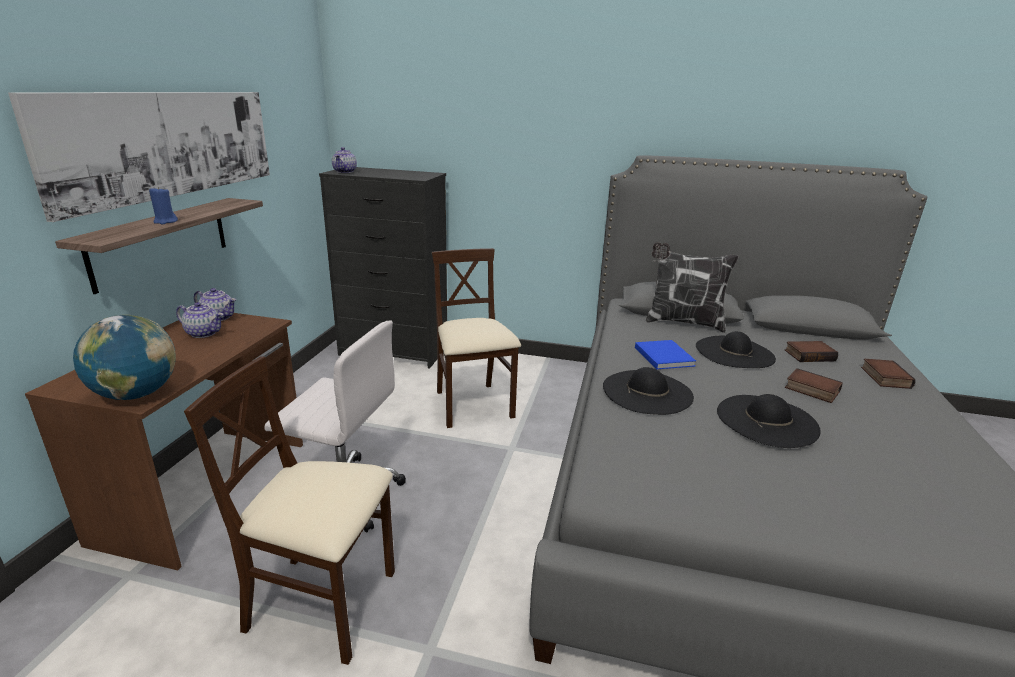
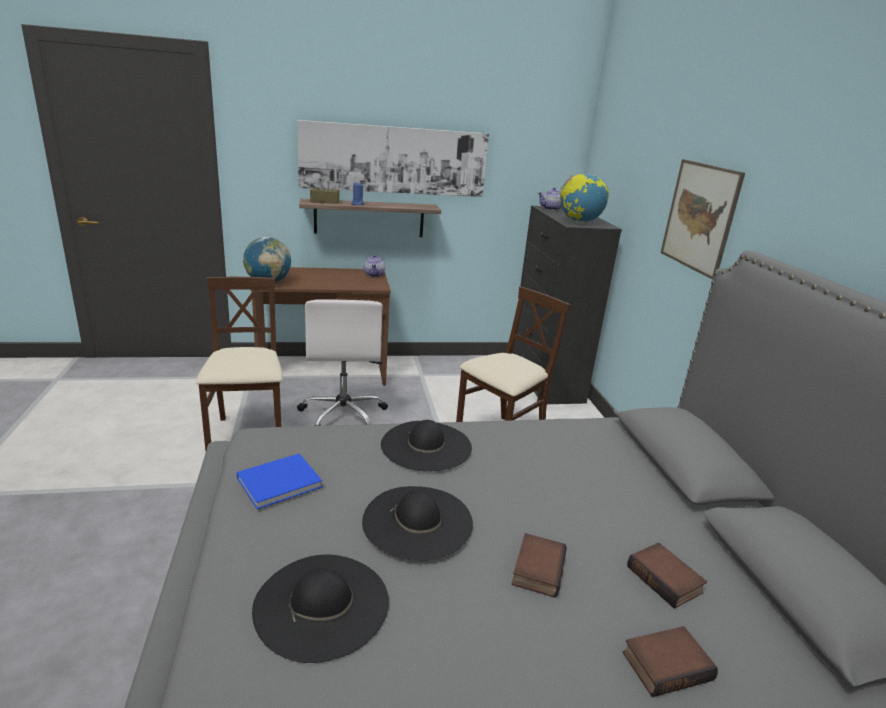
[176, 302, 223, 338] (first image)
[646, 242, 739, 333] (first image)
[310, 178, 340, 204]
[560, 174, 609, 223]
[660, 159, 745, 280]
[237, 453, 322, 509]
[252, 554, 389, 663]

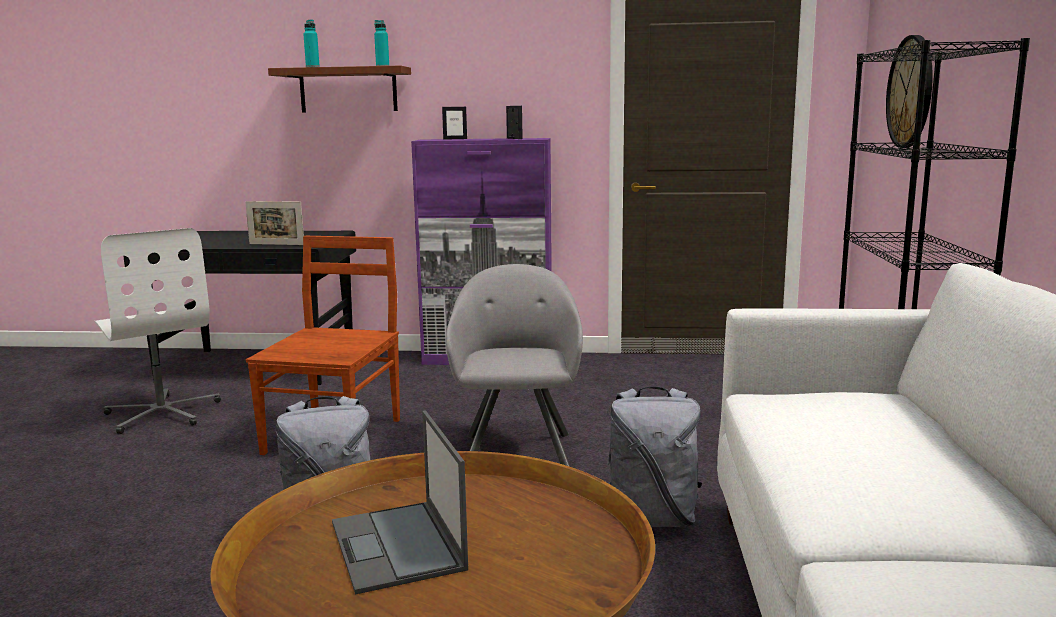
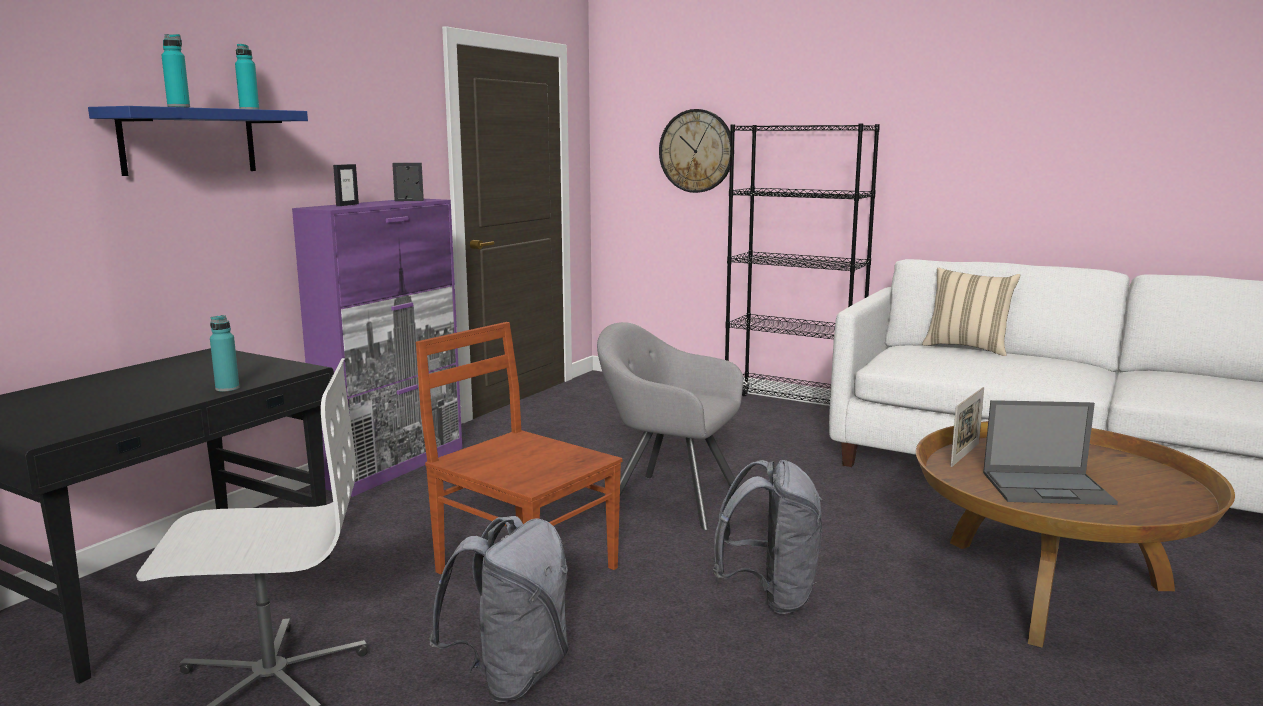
[210, 315, 239, 392]
[922, 268, 1020, 356]
[951, 387, 984, 467]
[429, 516, 569, 702]
[88, 106, 308, 176]

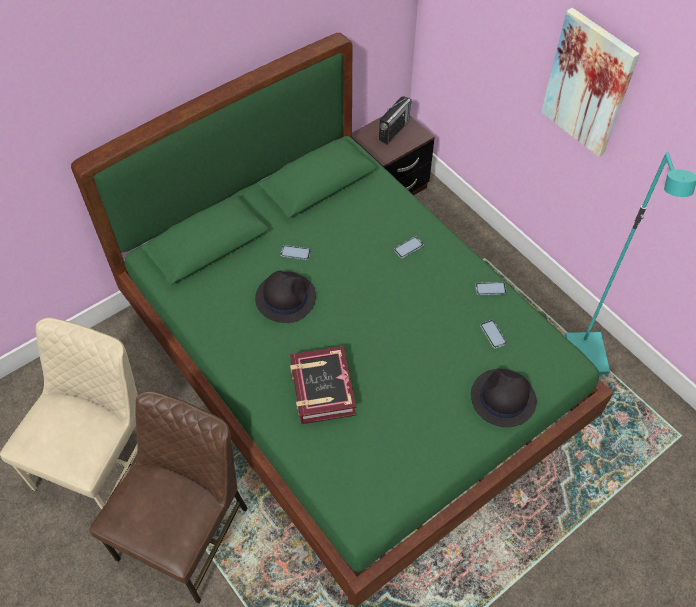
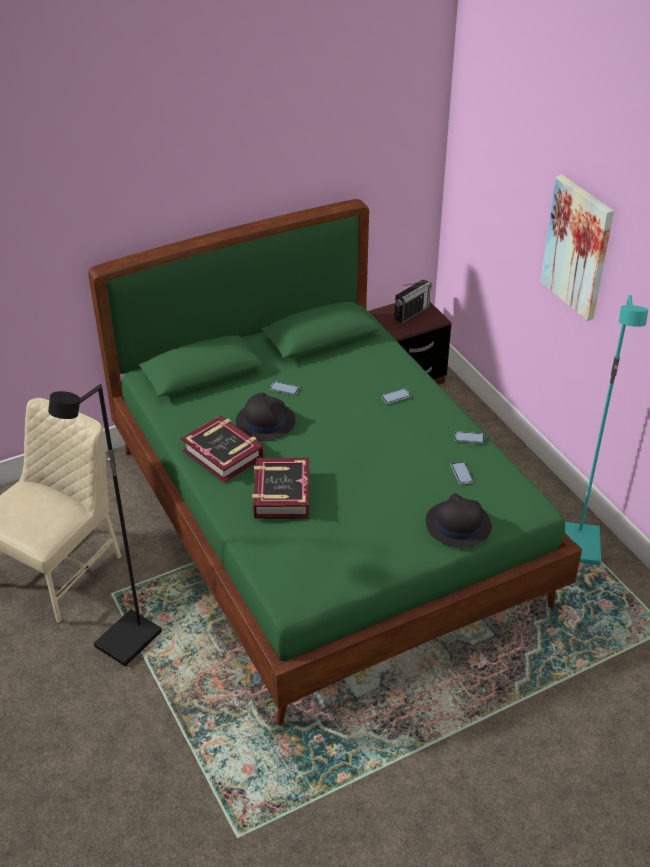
[181, 415, 264, 483]
[48, 384, 162, 666]

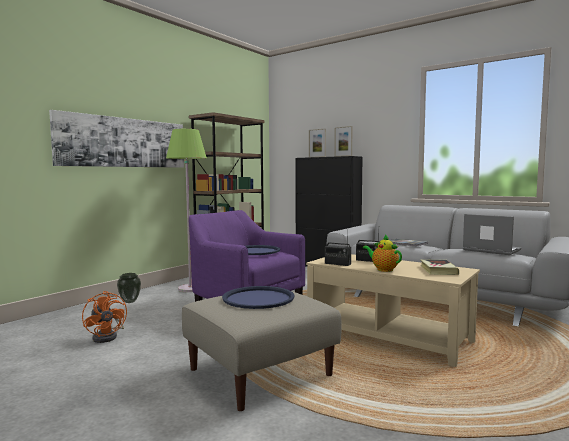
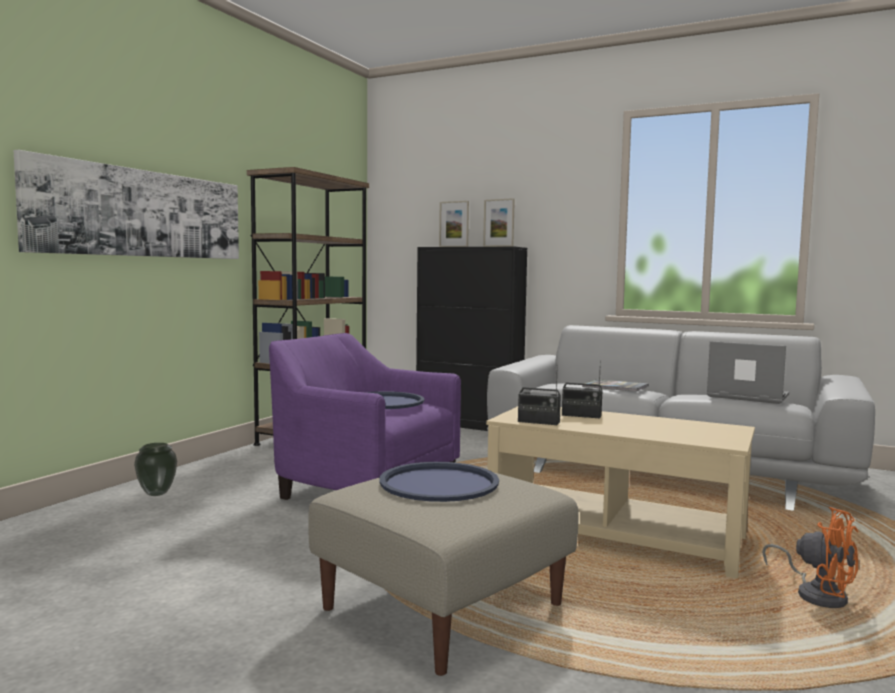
[166, 129, 207, 292] (first image)
[363, 234, 402, 272] (first image)
[420, 259, 459, 275] (first image)
[762, 507, 858, 608]

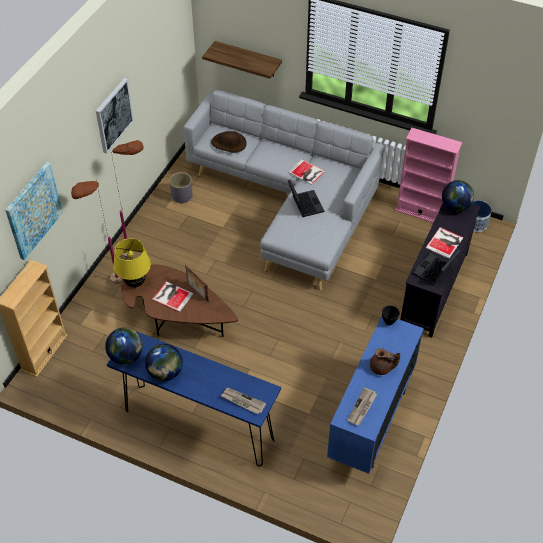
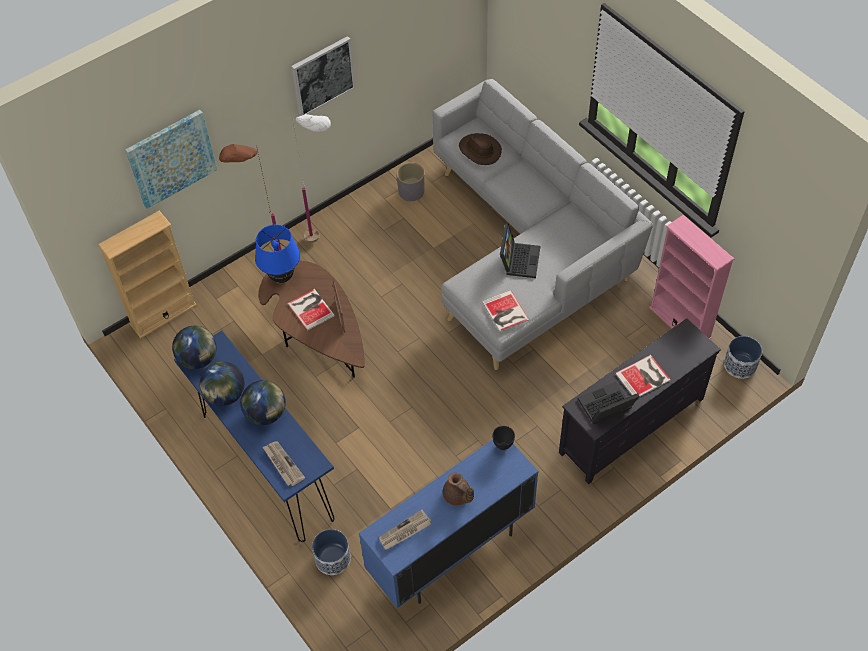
[202, 41, 282, 79] (first image)
[312, 529, 351, 575]
[482, 290, 529, 332]
[240, 380, 286, 425]
[293, 114, 331, 243]
[255, 225, 300, 283]

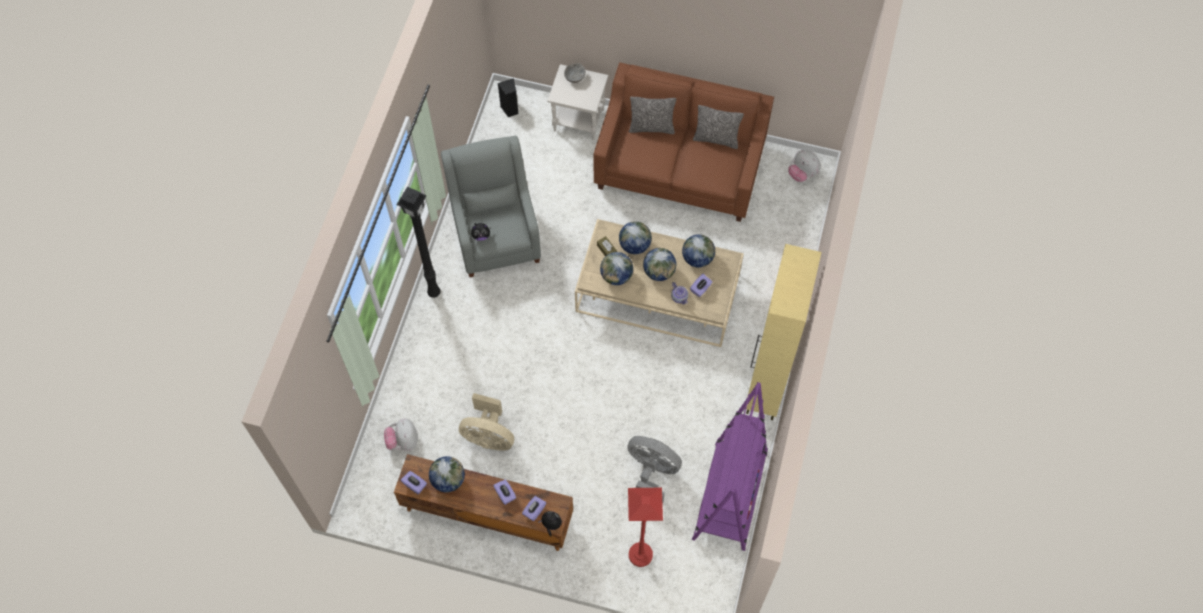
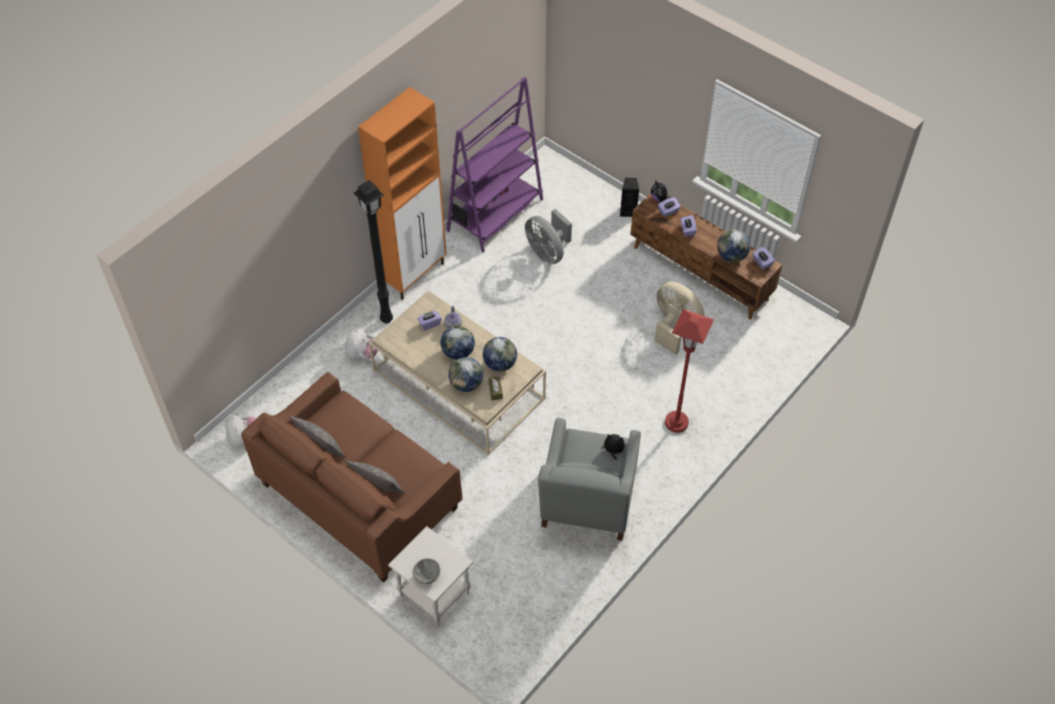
[682, 234, 715, 268] (first image)
[345, 328, 378, 360]
[354, 180, 393, 323]
[620, 178, 639, 217]
[665, 309, 714, 433]
[358, 87, 446, 300]

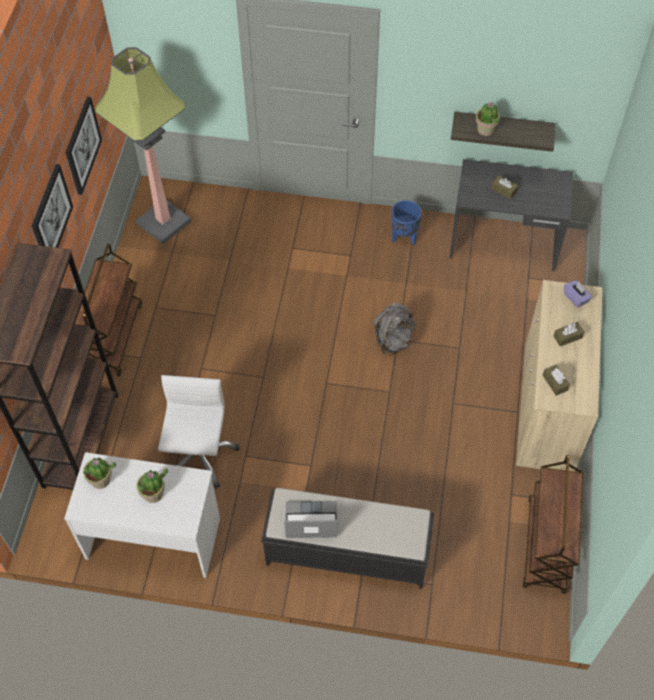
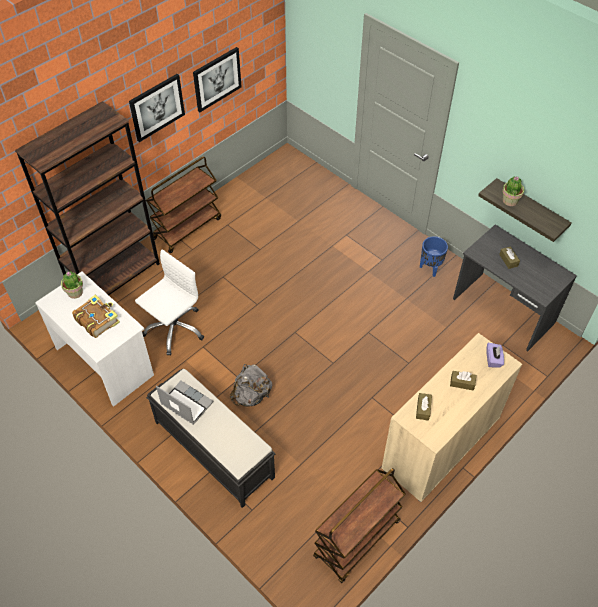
[95, 47, 191, 244] (first image)
[230, 364, 272, 407]
[72, 294, 120, 338]

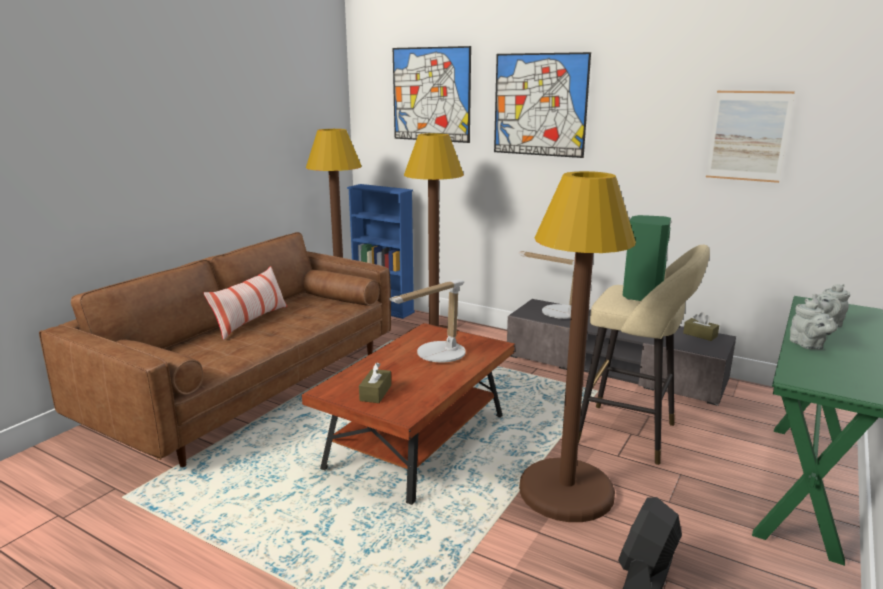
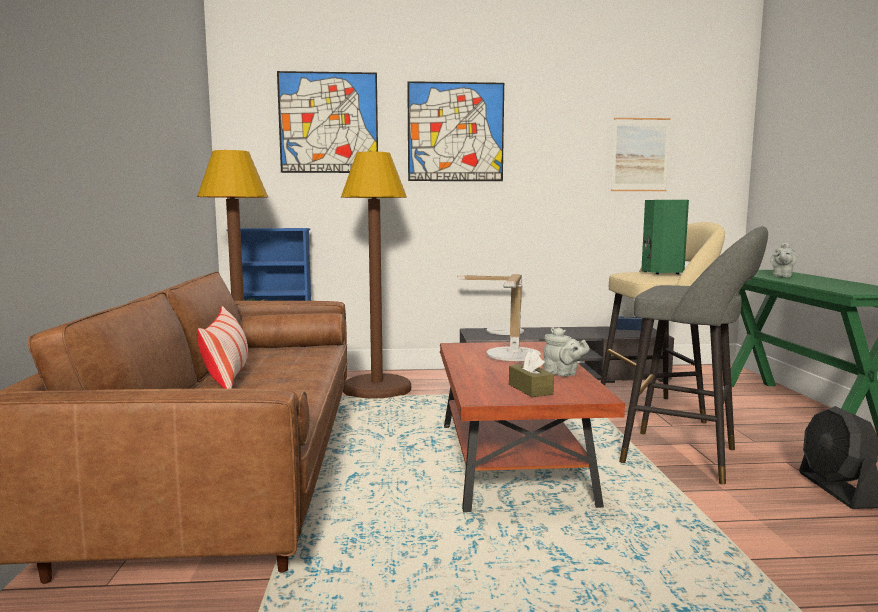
[543, 327, 590, 376]
[619, 226, 768, 484]
[616, 307, 642, 330]

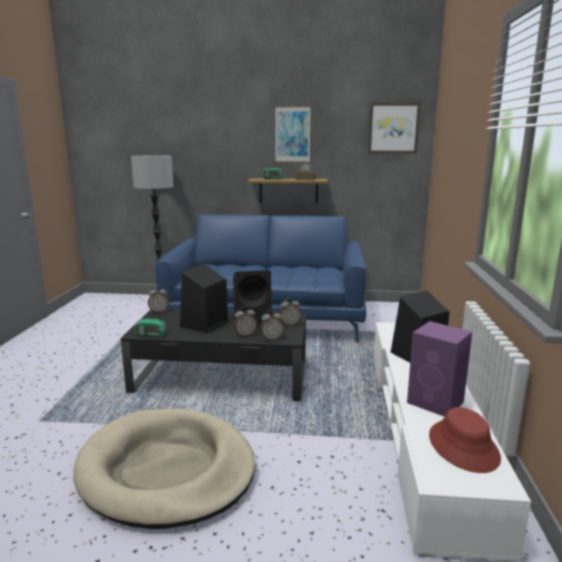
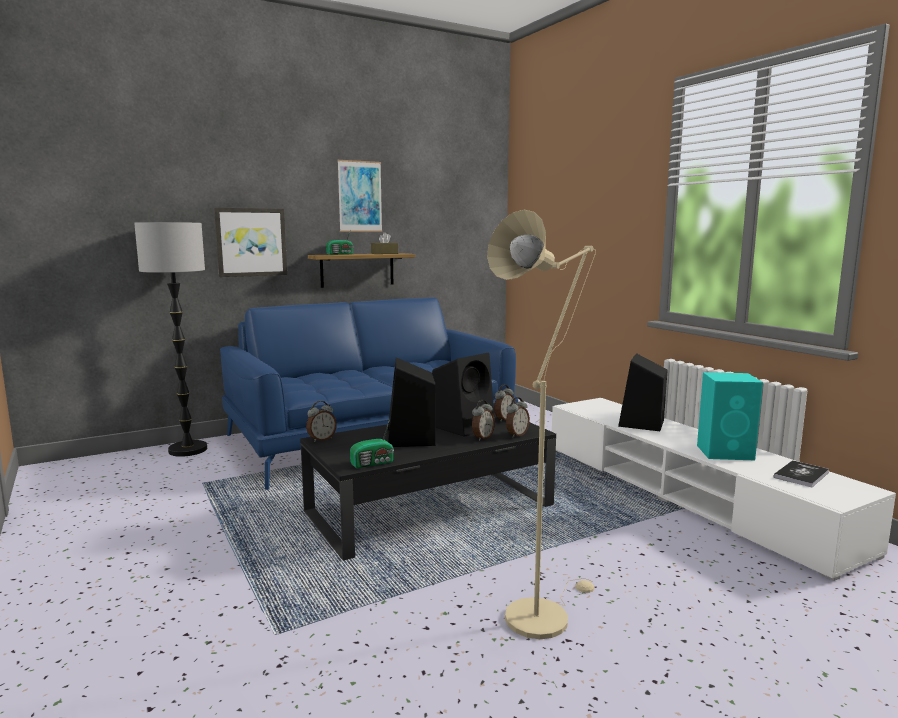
[214, 208, 287, 277]
[487, 210, 596, 639]
[774, 460, 829, 487]
[697, 372, 763, 460]

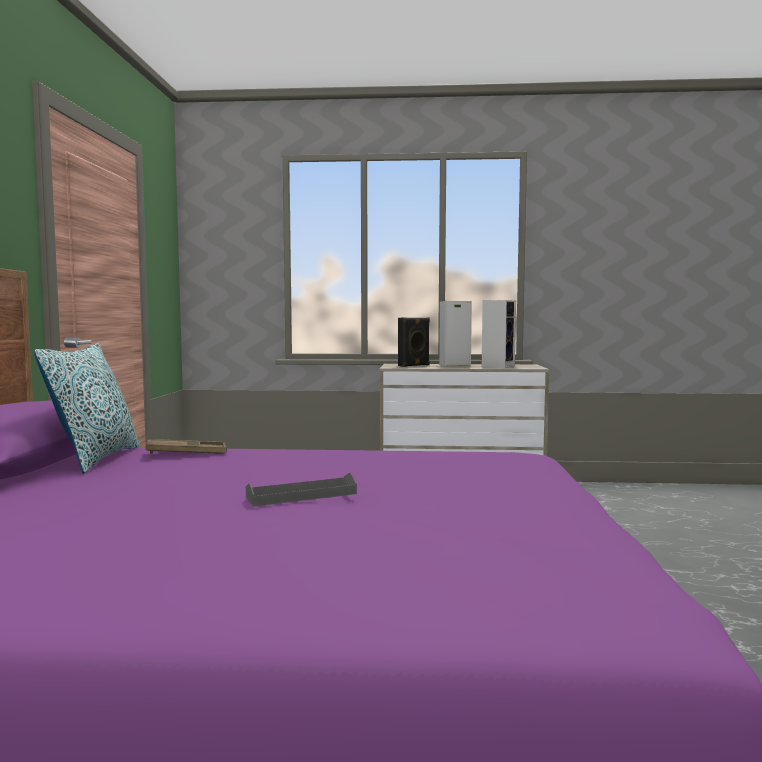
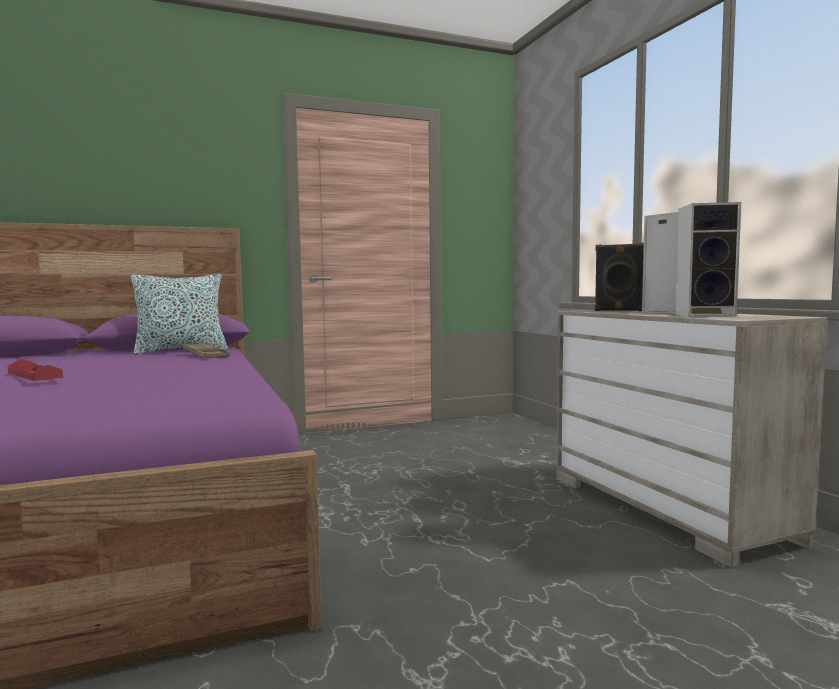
[8, 359, 63, 381]

